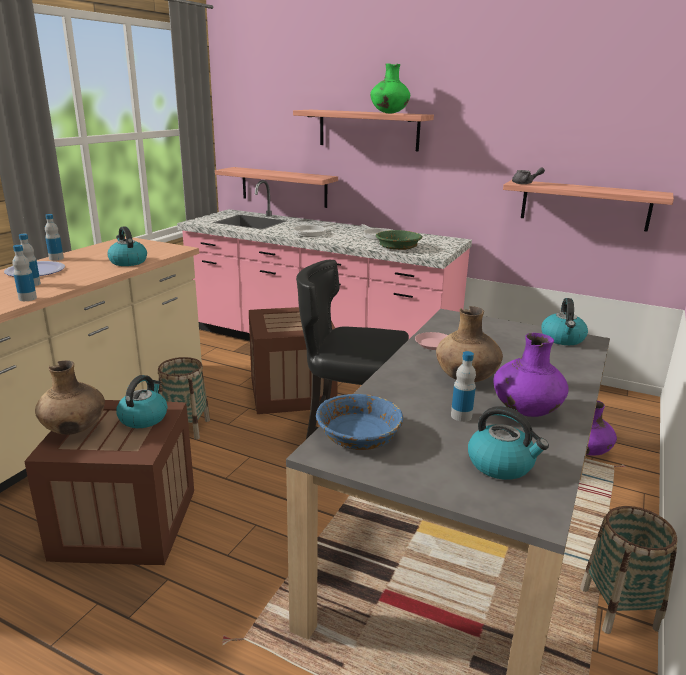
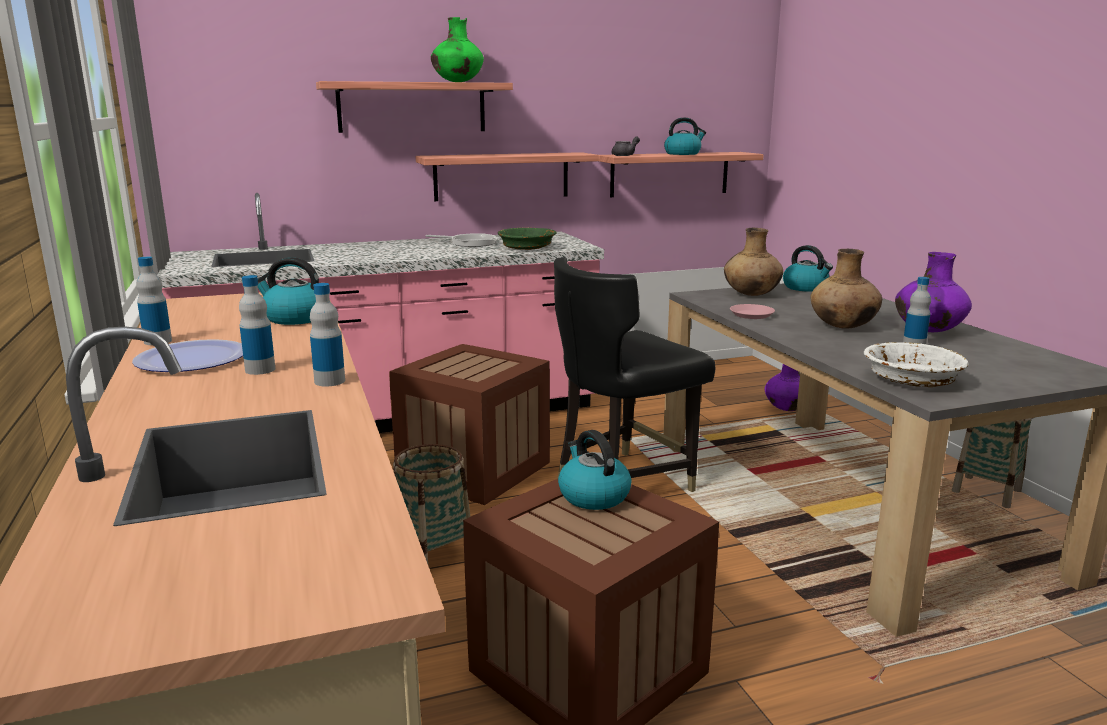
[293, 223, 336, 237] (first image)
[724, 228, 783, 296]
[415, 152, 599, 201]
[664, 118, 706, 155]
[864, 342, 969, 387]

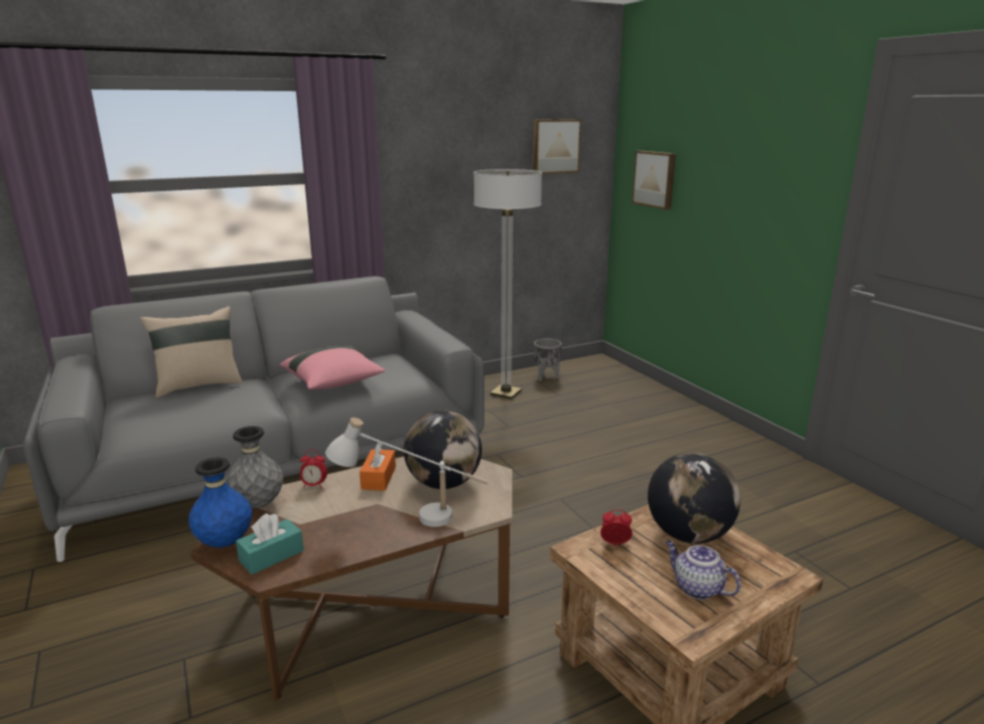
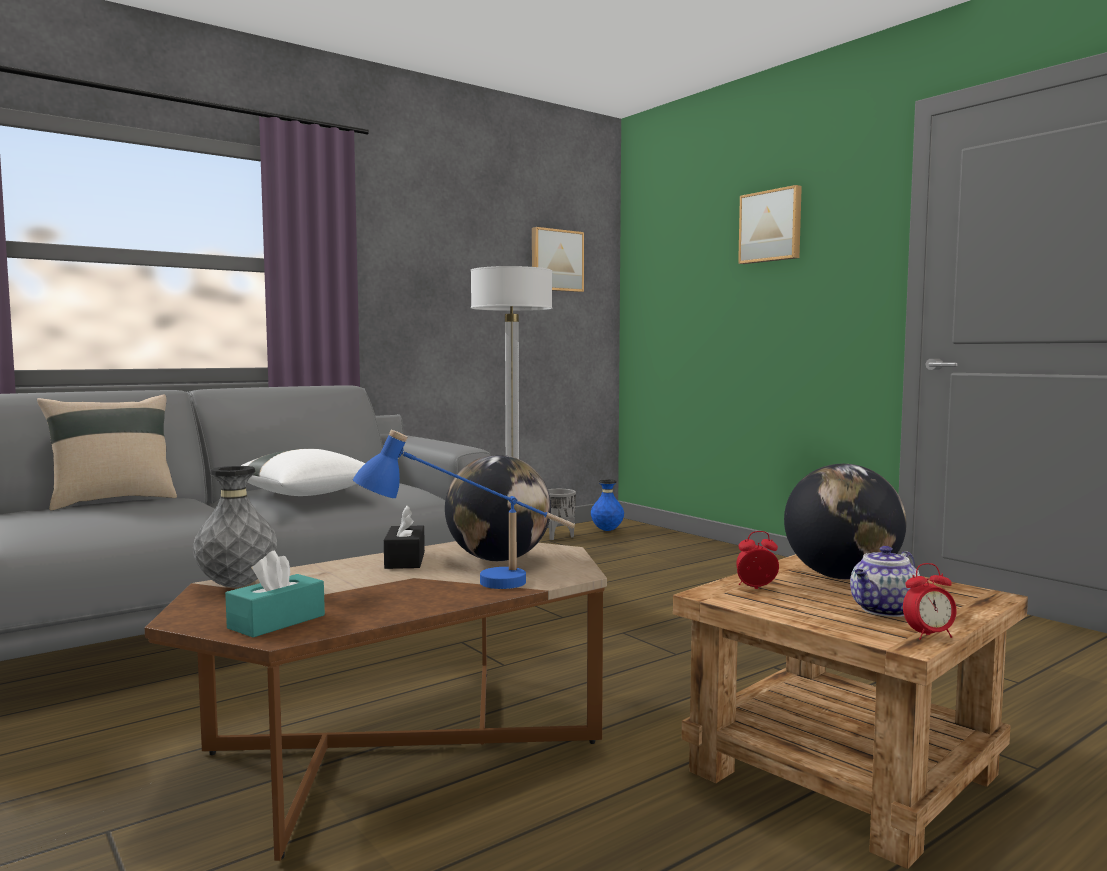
[591, 479, 624, 531]
[903, 563, 957, 640]
[738, 185, 802, 264]
[241, 449, 365, 496]
[353, 430, 575, 589]
[384, 506, 425, 569]
[850, 546, 920, 617]

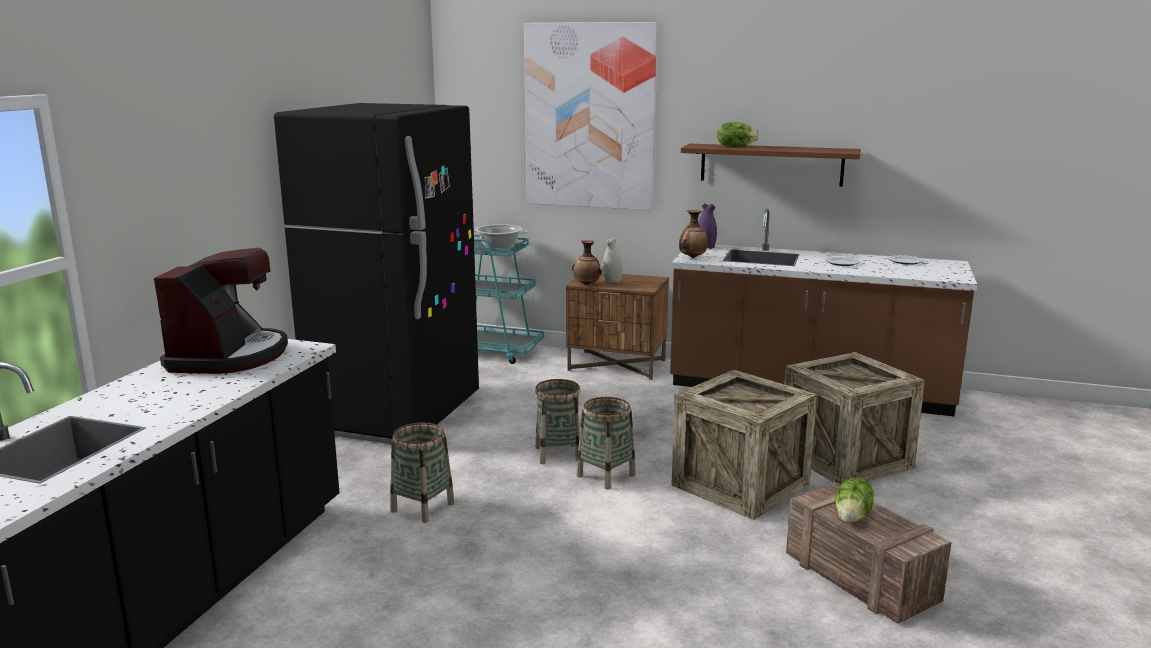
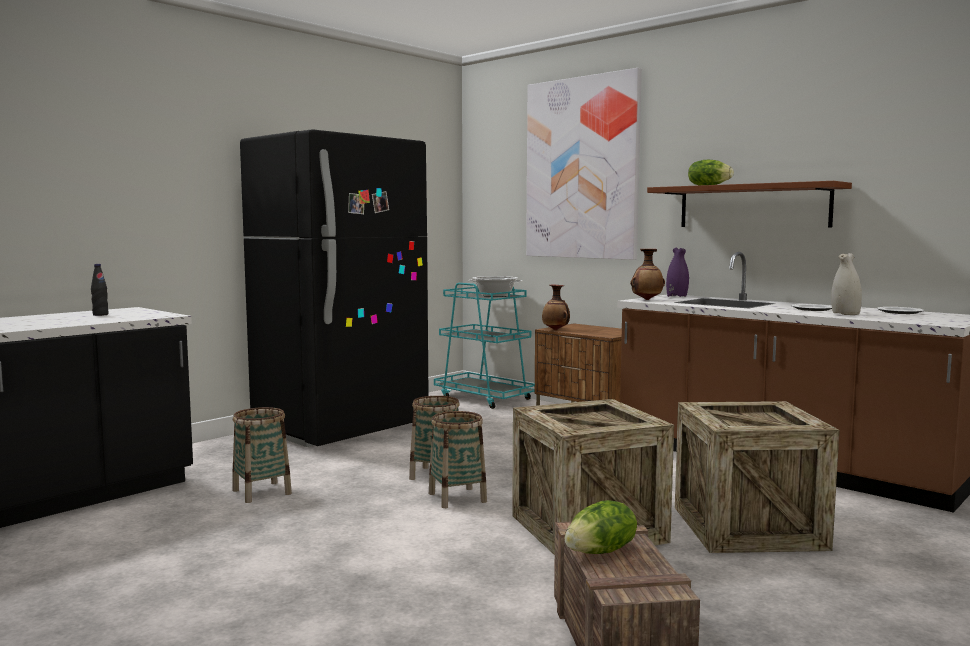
[831, 253, 862, 315]
[91, 264, 109, 316]

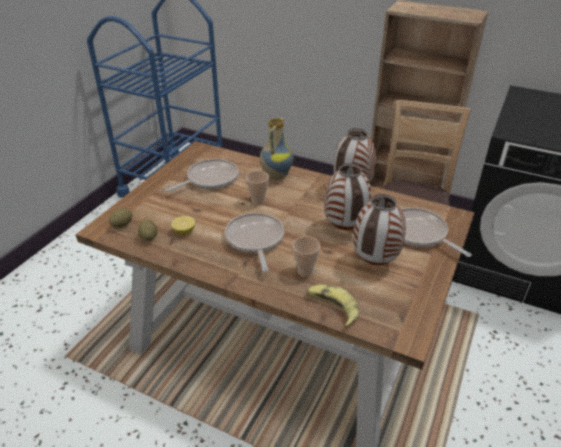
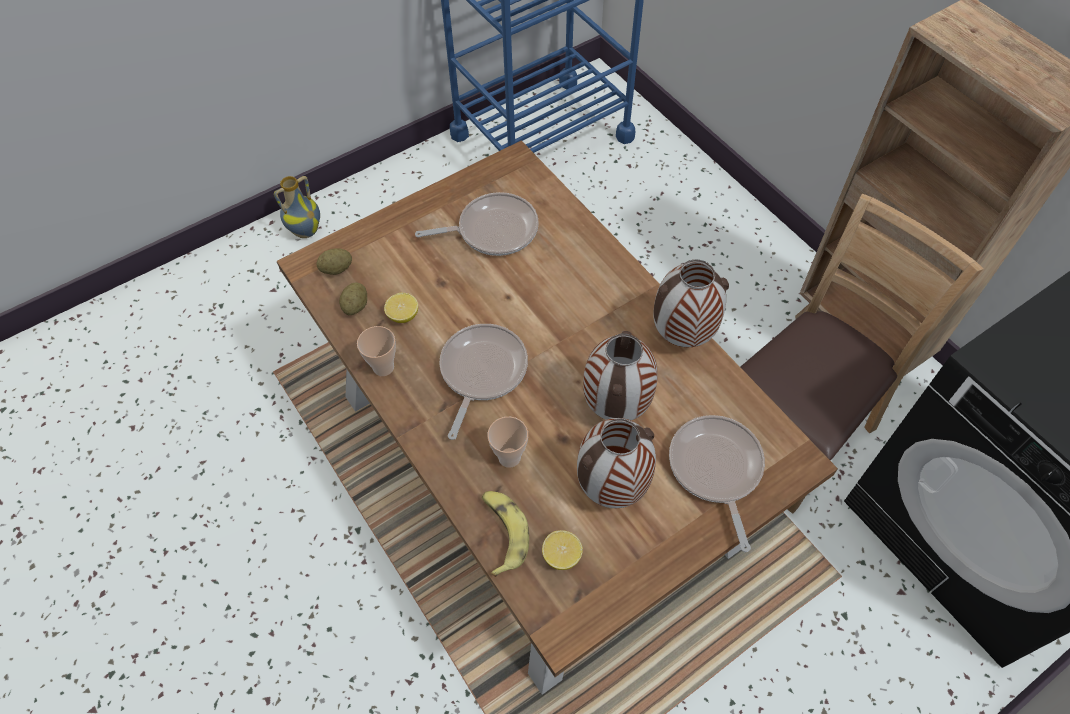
[542, 530, 583, 570]
[357, 326, 396, 376]
[274, 176, 320, 238]

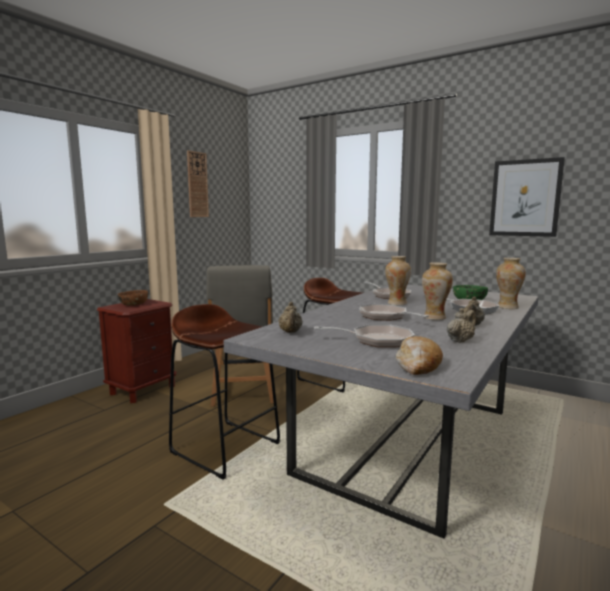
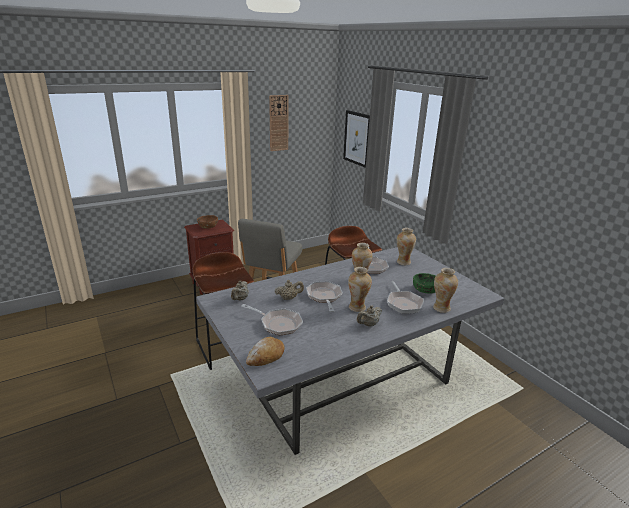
[397, 228, 416, 265]
[275, 280, 304, 300]
[343, 110, 370, 168]

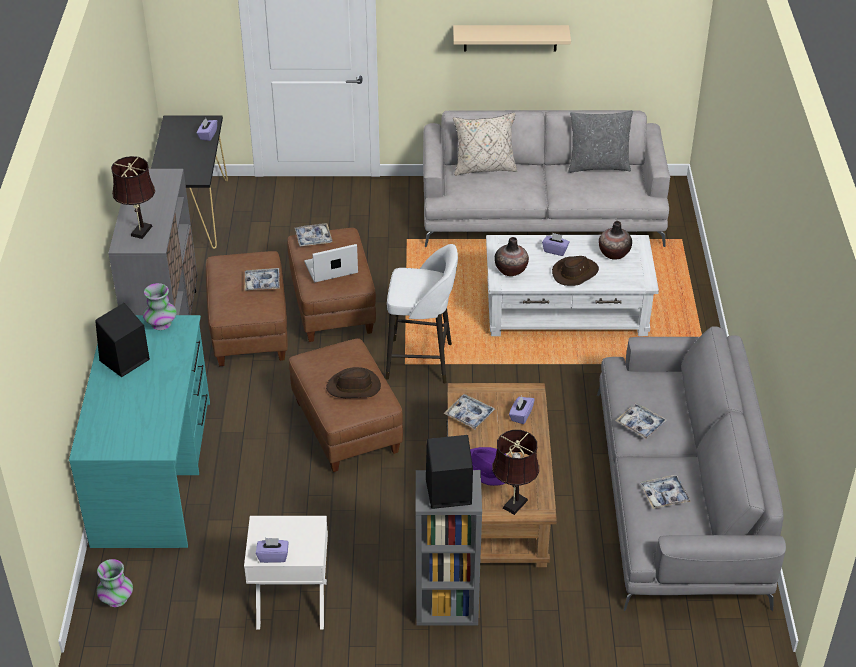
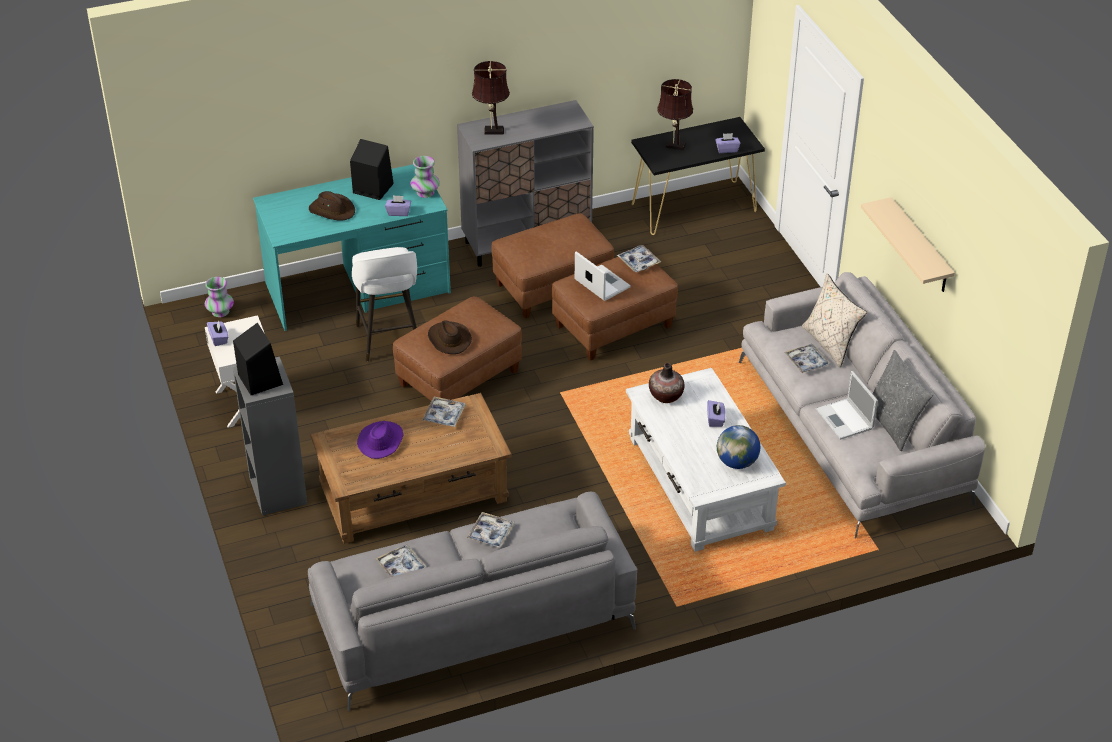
[816, 371, 878, 440]
[784, 344, 831, 373]
[352, 247, 417, 362]
[657, 79, 693, 151]
[385, 195, 411, 216]
[309, 191, 355, 221]
[717, 425, 760, 469]

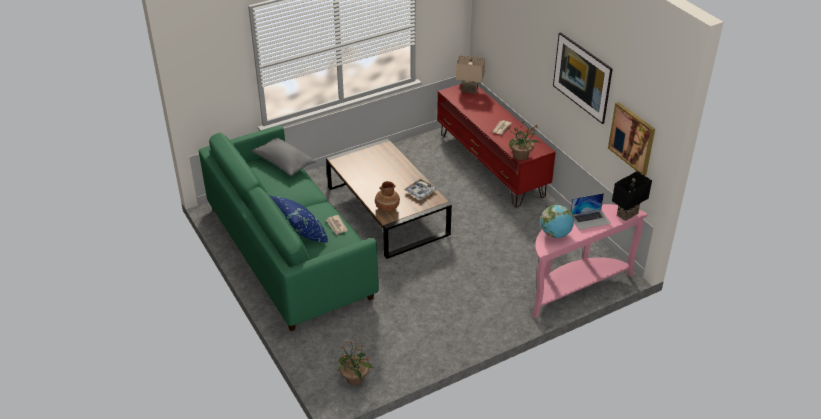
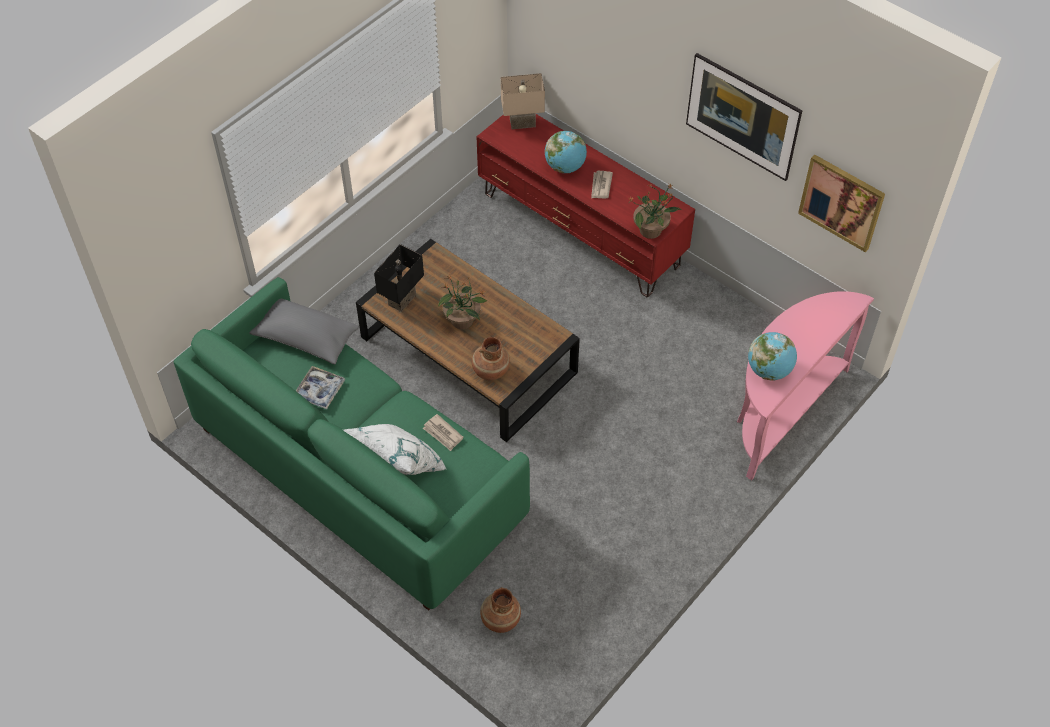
[571, 193, 611, 230] (first image)
[480, 587, 521, 633]
[545, 131, 587, 173]
[438, 275, 487, 329]
[296, 366, 345, 409]
[374, 244, 424, 312]
[343, 424, 446, 475]

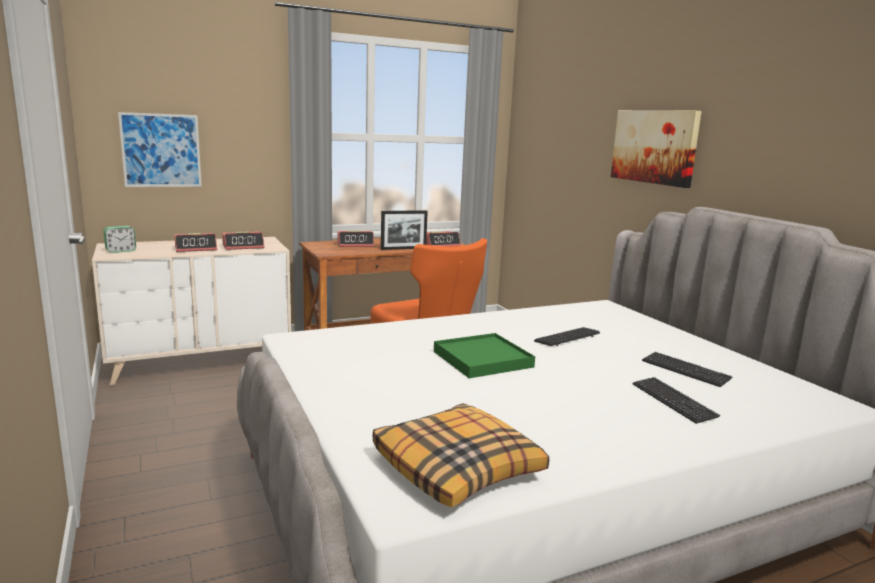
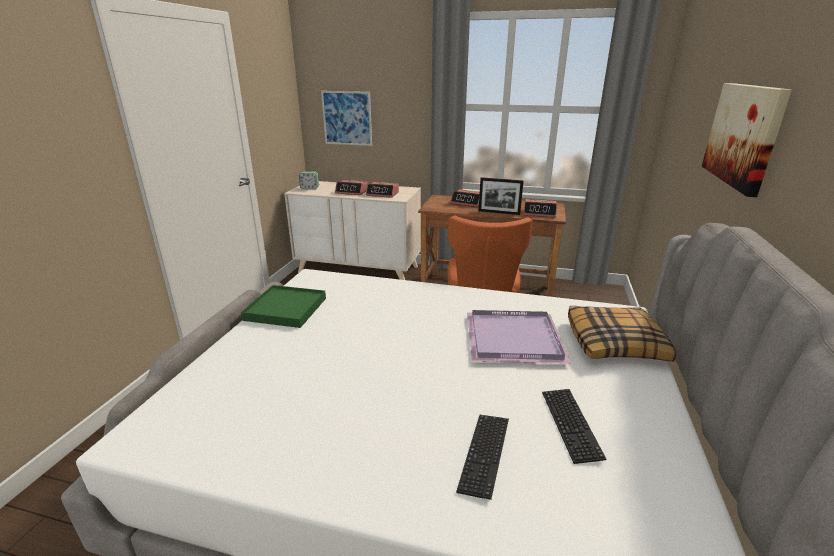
[568, 306, 676, 361]
[241, 285, 326, 328]
[467, 310, 572, 364]

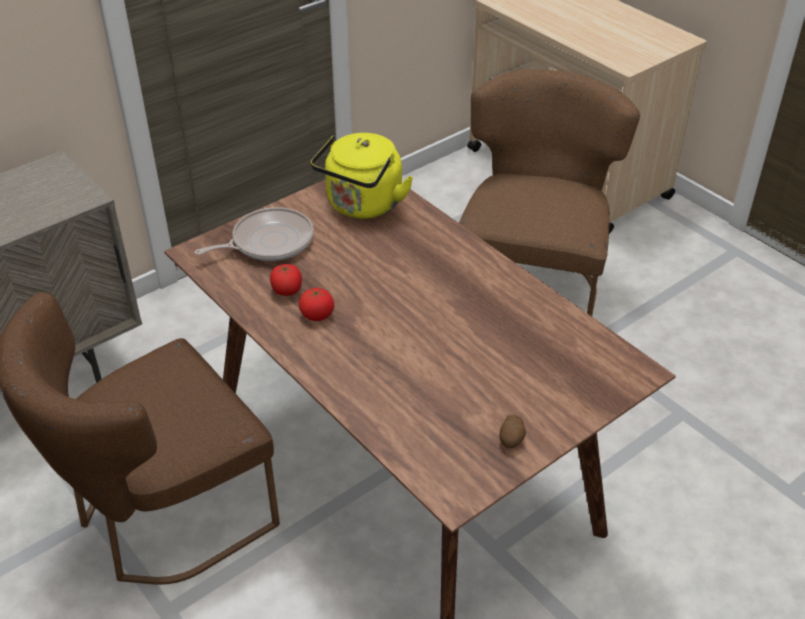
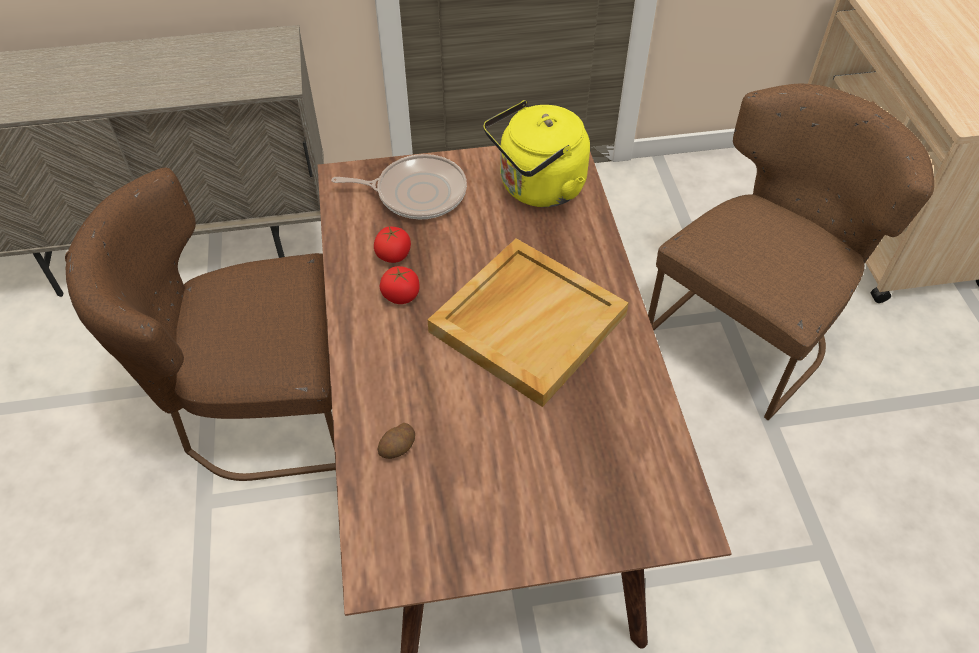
[428, 238, 629, 407]
[377, 423, 415, 459]

